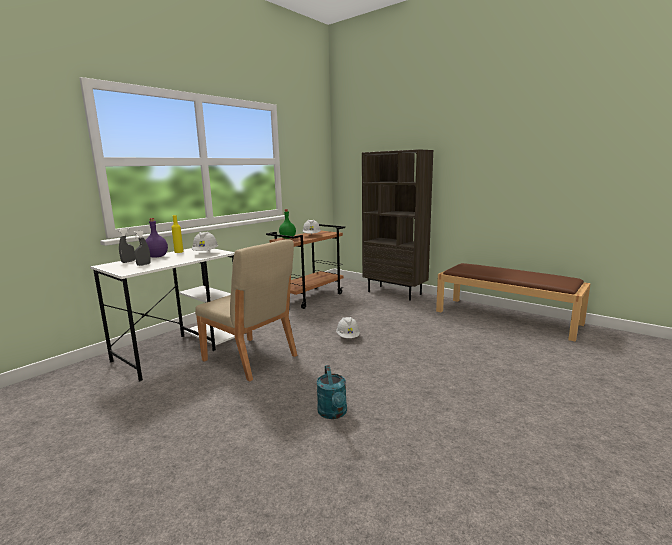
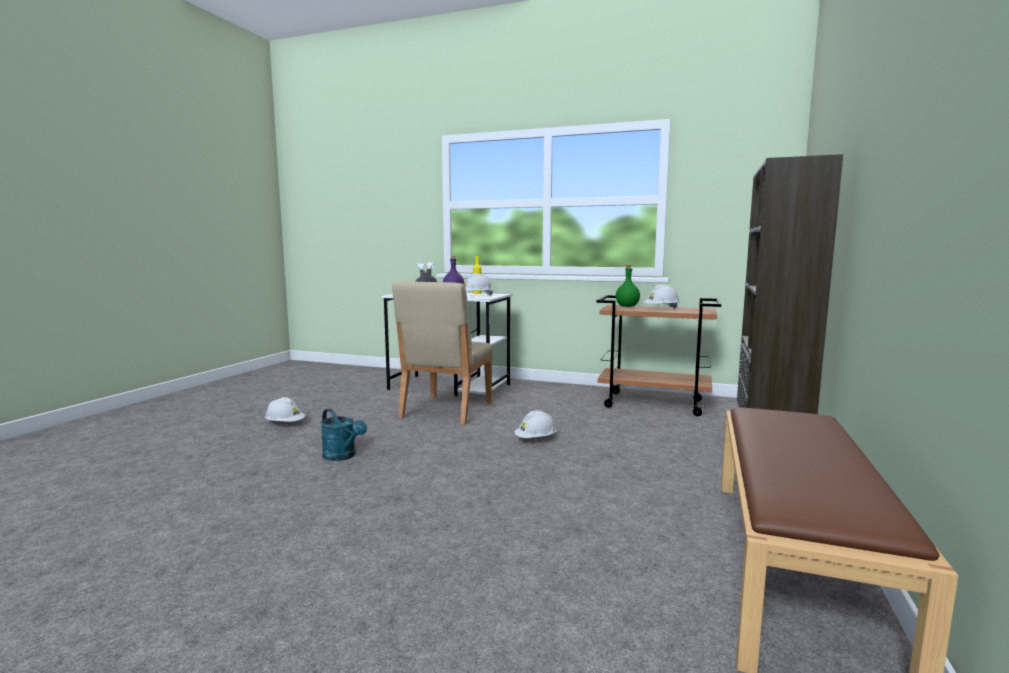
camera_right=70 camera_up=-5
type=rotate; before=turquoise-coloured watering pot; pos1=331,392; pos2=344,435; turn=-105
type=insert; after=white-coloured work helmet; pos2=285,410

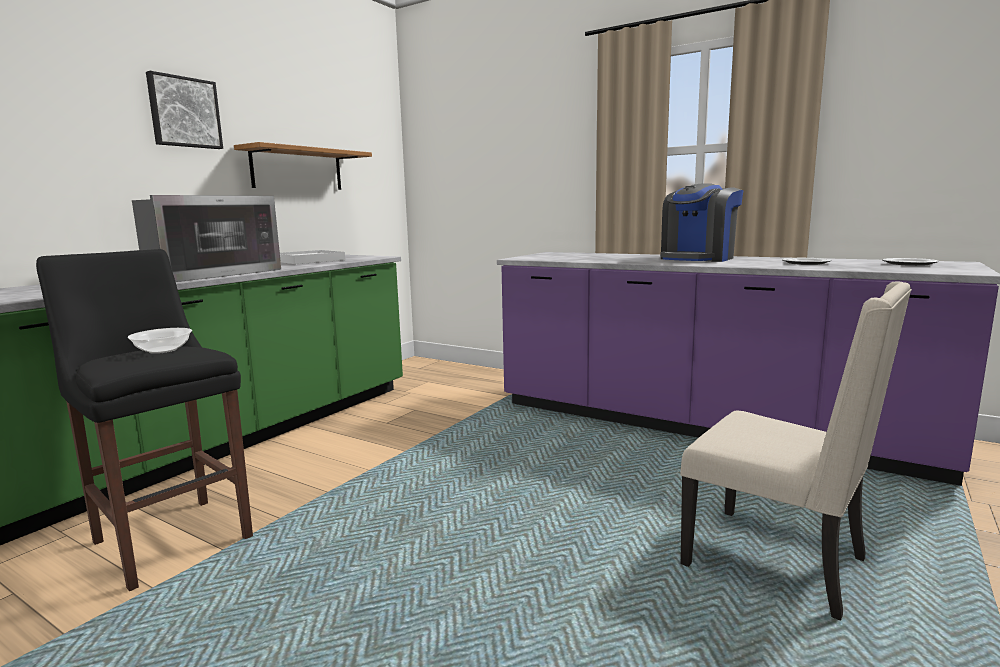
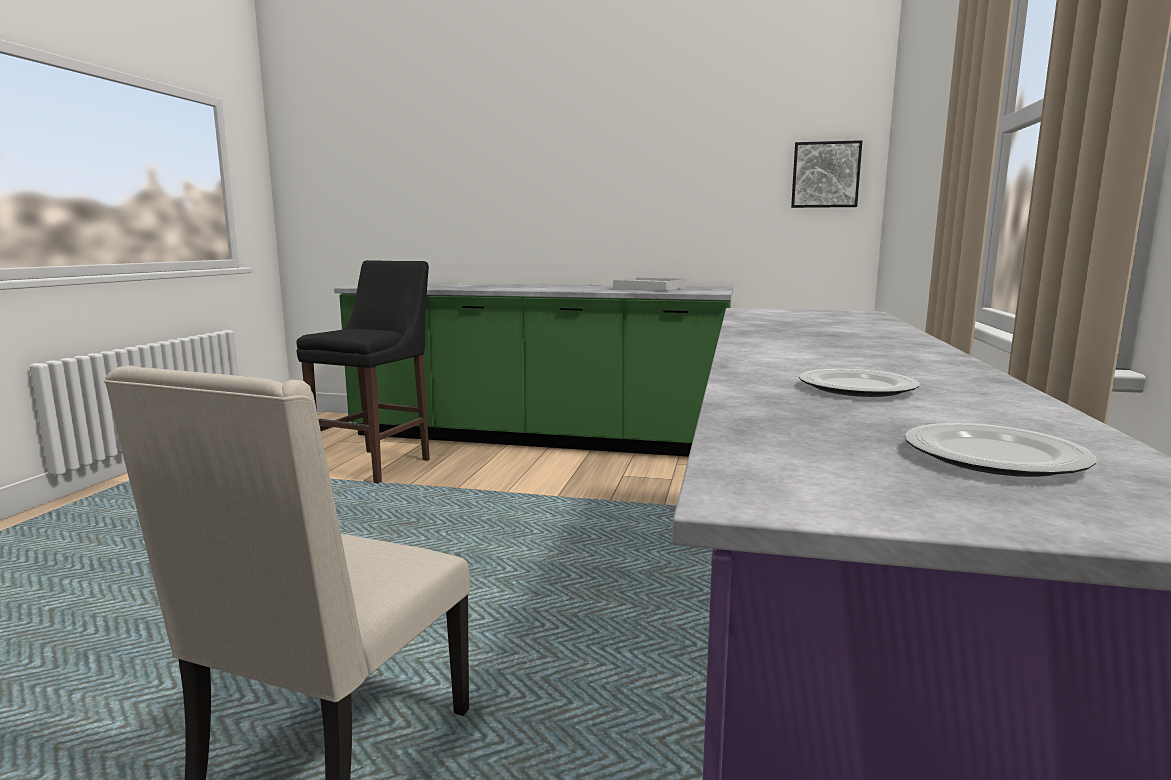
camera_right=70 camera_up=0
type=delete; before=serving bowl; pos1=160,341
type=delete; before=microwave oven; pos1=206,238
type=move; before=wall picture; pos1=184,110; pos2=826,174
type=delete; before=bracket shelf; pos1=303,166
type=delete; before=coffee brewer; pos1=702,222

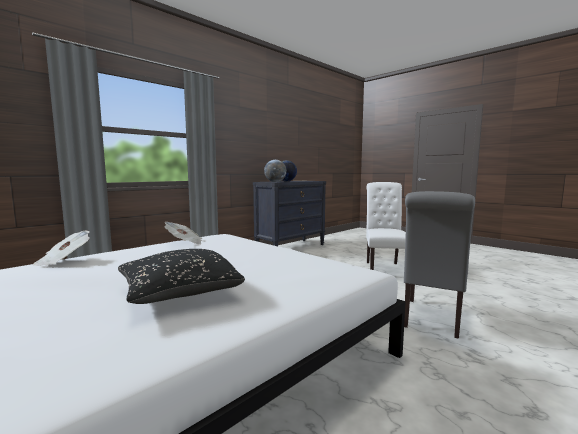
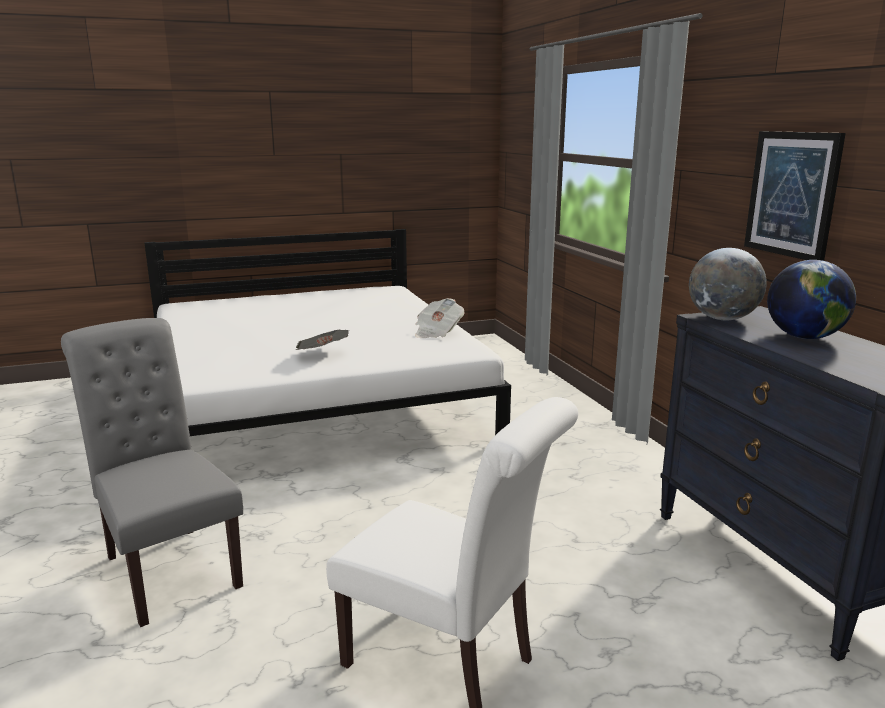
camera_right=115 camera_up=10
type=move; before=newspaper; pos1=61,248; pos2=322,340
type=delete; before=black-coloured cushion; pos1=181,276
type=insert; after=wall picture; pos2=795,196

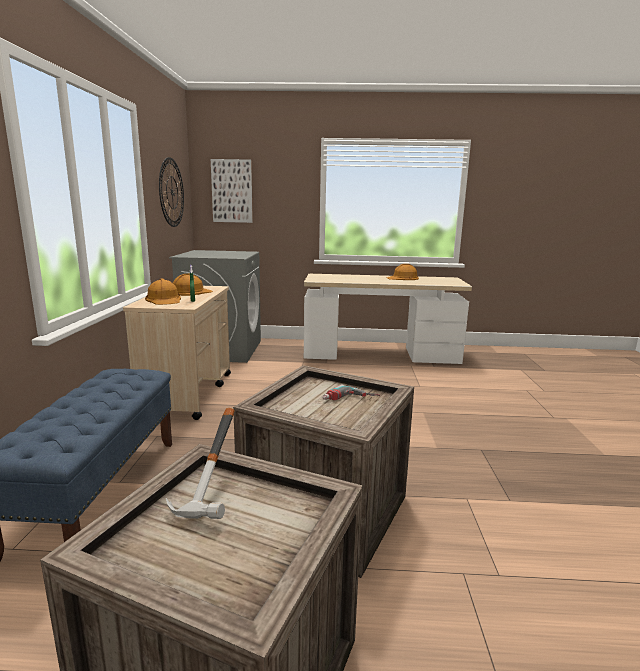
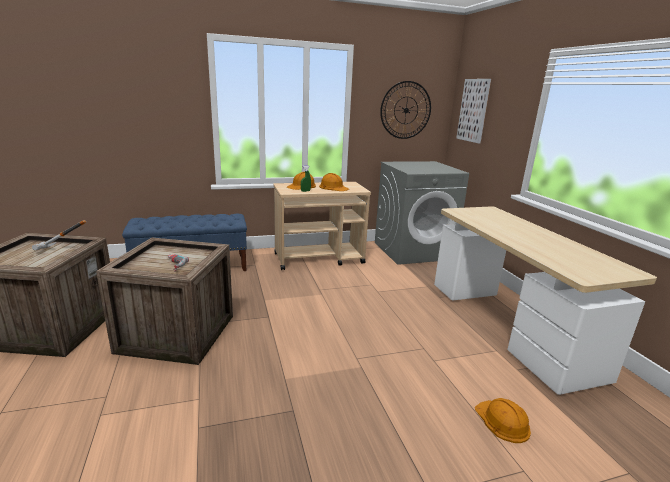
camera_right=70 camera_up=5
type=move; before=orange work helmet; pos1=402,272; pos2=503,420

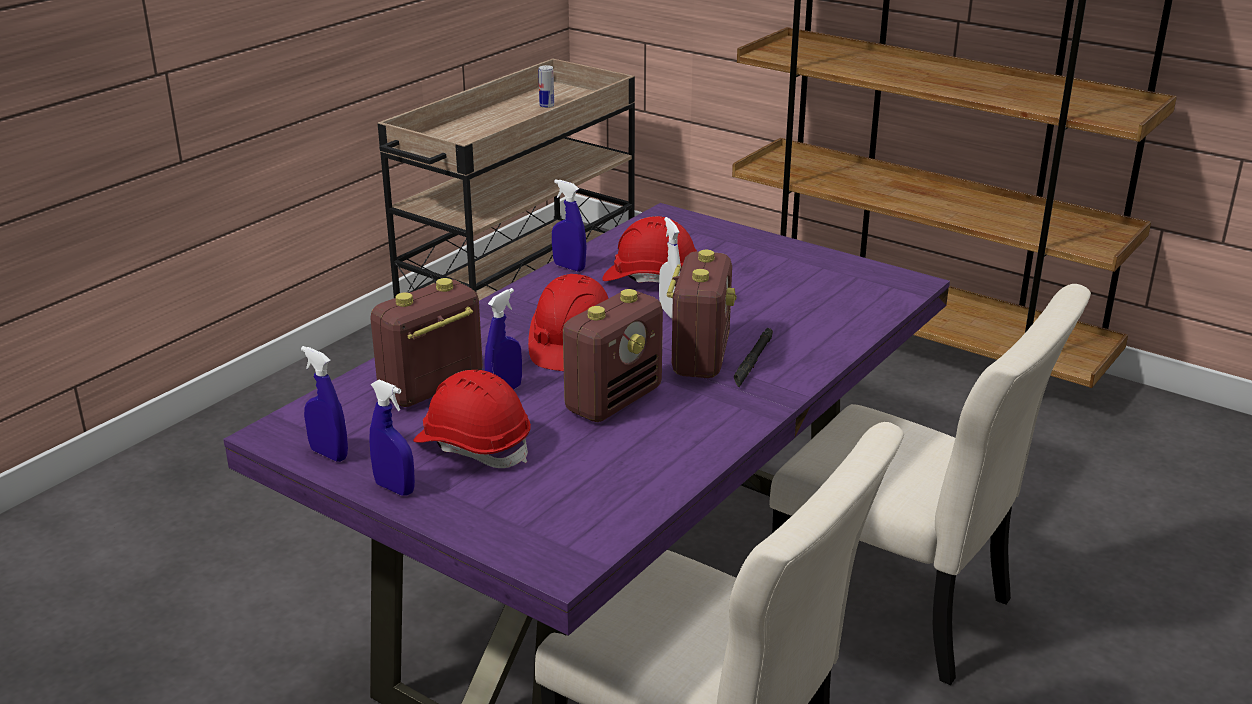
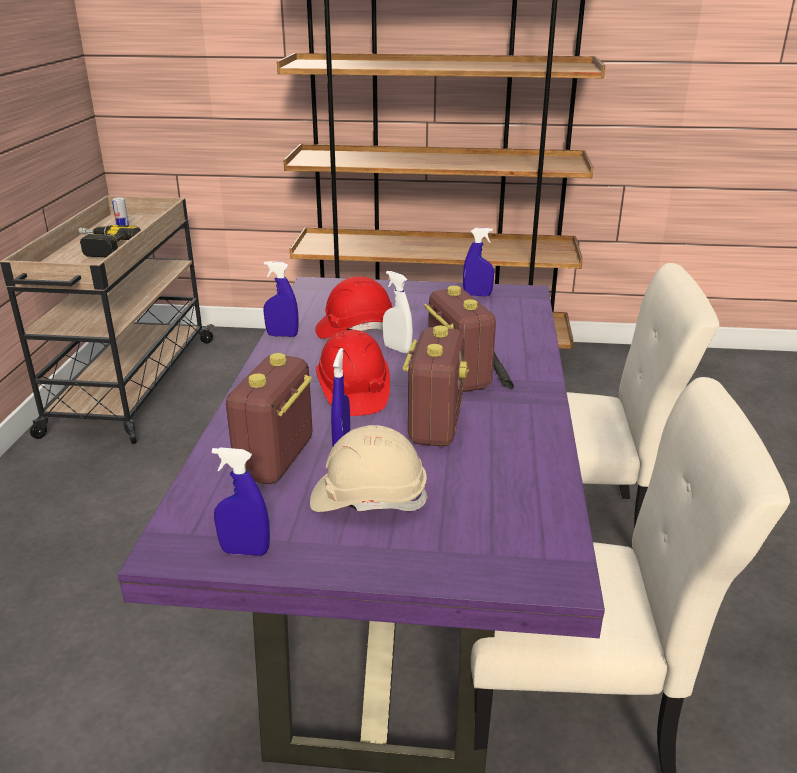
camera_right=-30 camera_up=0
type=move; before=blue spray bottle; pos1=392,438; pos2=478,262
type=recolor; before=red work helmet; after=beige-coloured work helmet; pos1=472,419; pos2=369,468
type=insert; after=electric drill; pos2=109,241

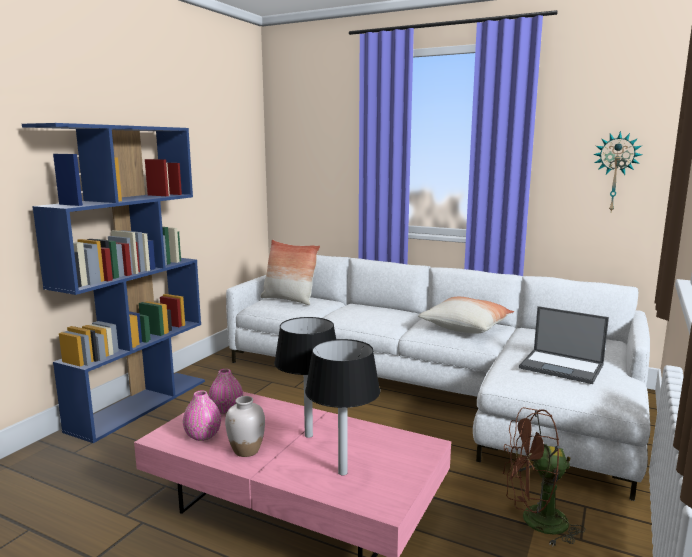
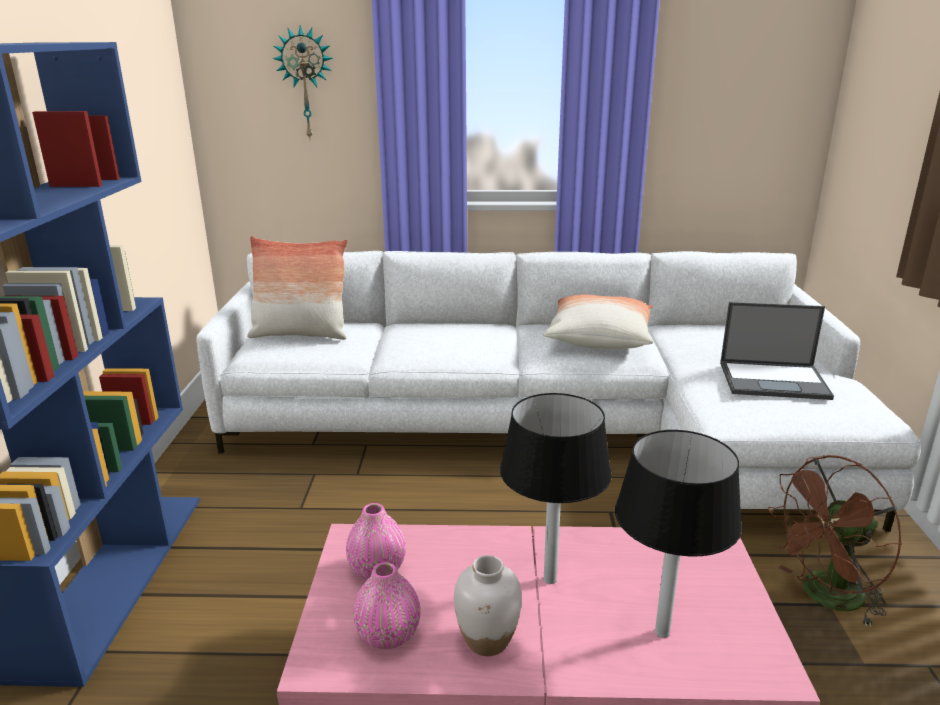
camera_right=-25 camera_up=10
type=move; before=hanging clock; pos1=617,171; pos2=303,82

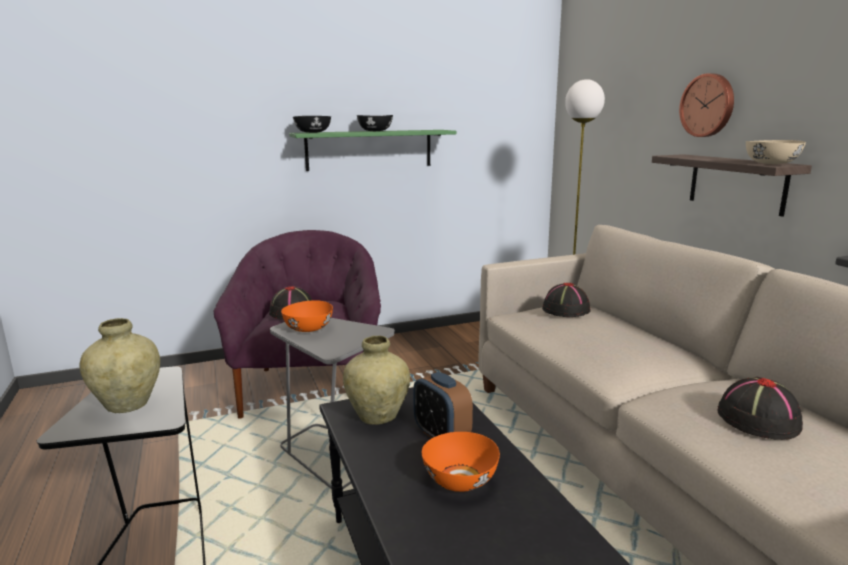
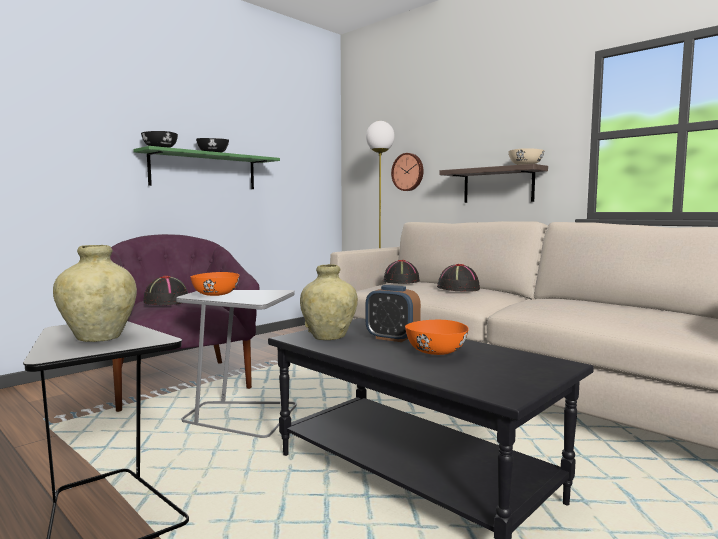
camera_right=-25 camera_up=-10
type=move; before=hanging clock; pos1=706,105; pos2=407,172
type=move; before=black-coloured clothing hat; pos1=760,408; pos2=458,278

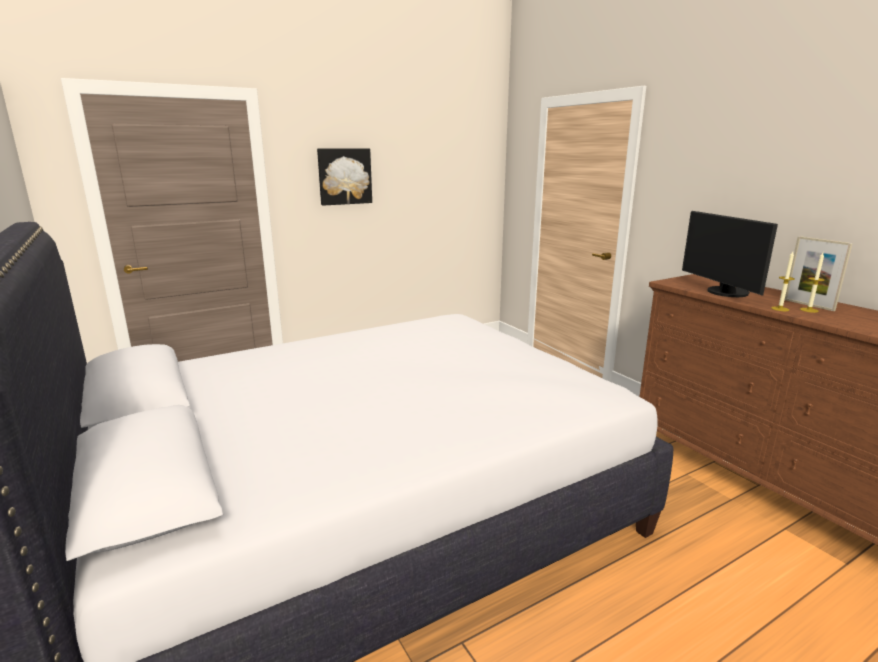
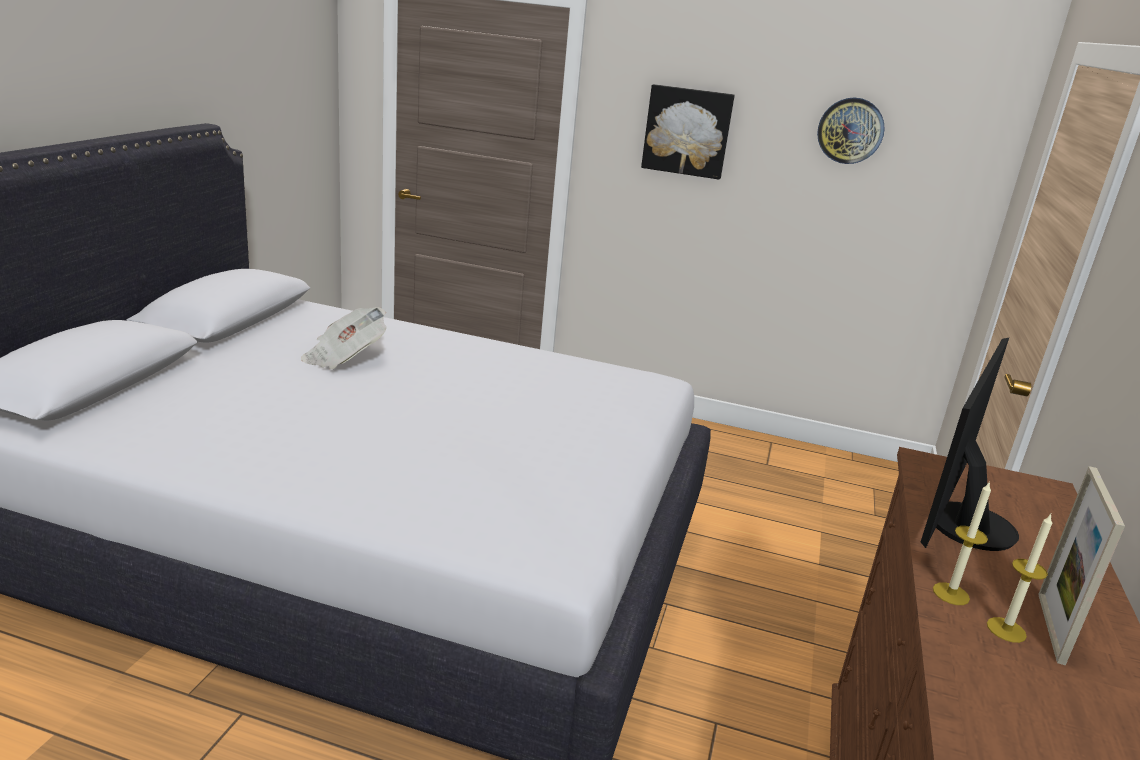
camera_right=45 camera_up=5
type=insert; after=newspaper; pos2=344,338
type=insert; after=hanging clock; pos2=851,131

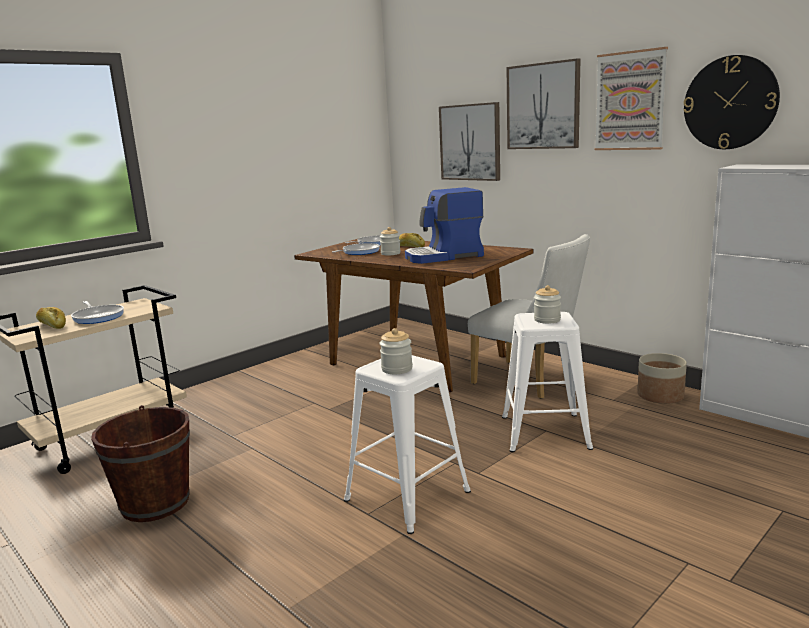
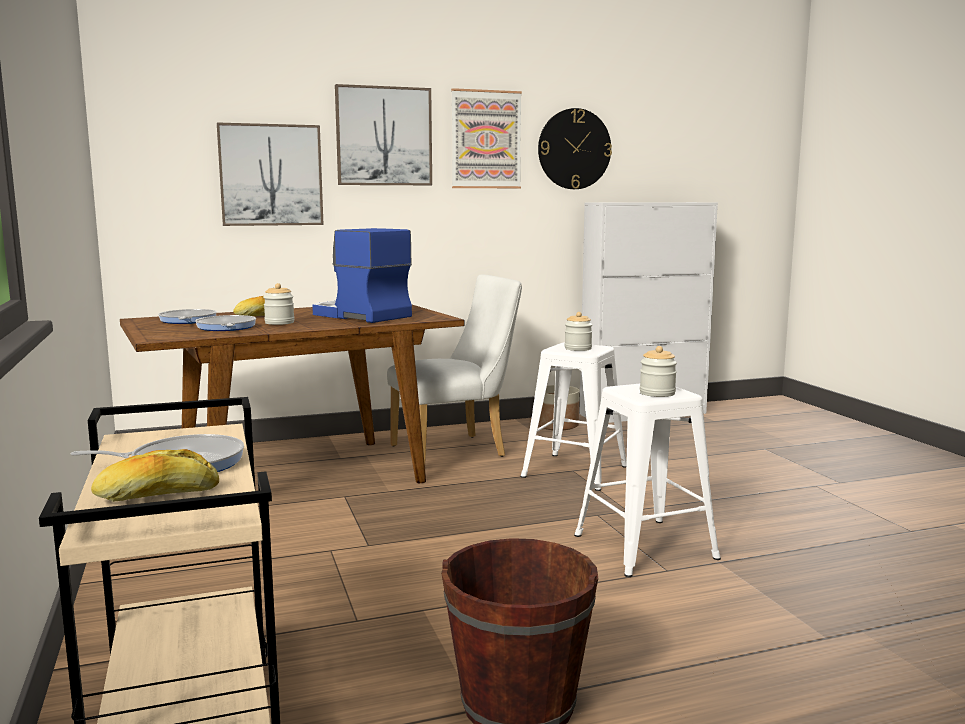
camera_right=-65 camera_up=-5
type=rotate; before=coffee brewer; pos1=444,225; pos2=362,275; turn=120

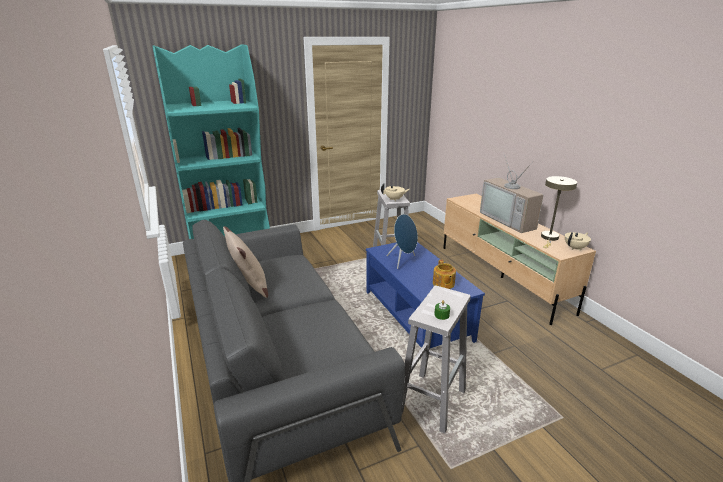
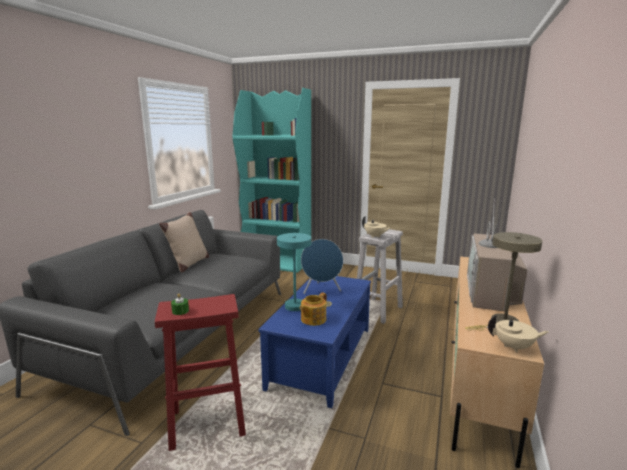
camera_right=45 camera_up=-10
type=recolor; before=white-coloured sitting stool; after=red sitting stool; pos1=436,359; pos2=200,372
type=insert; after=turquoise-coloured lamp for a table; pos2=304,272

